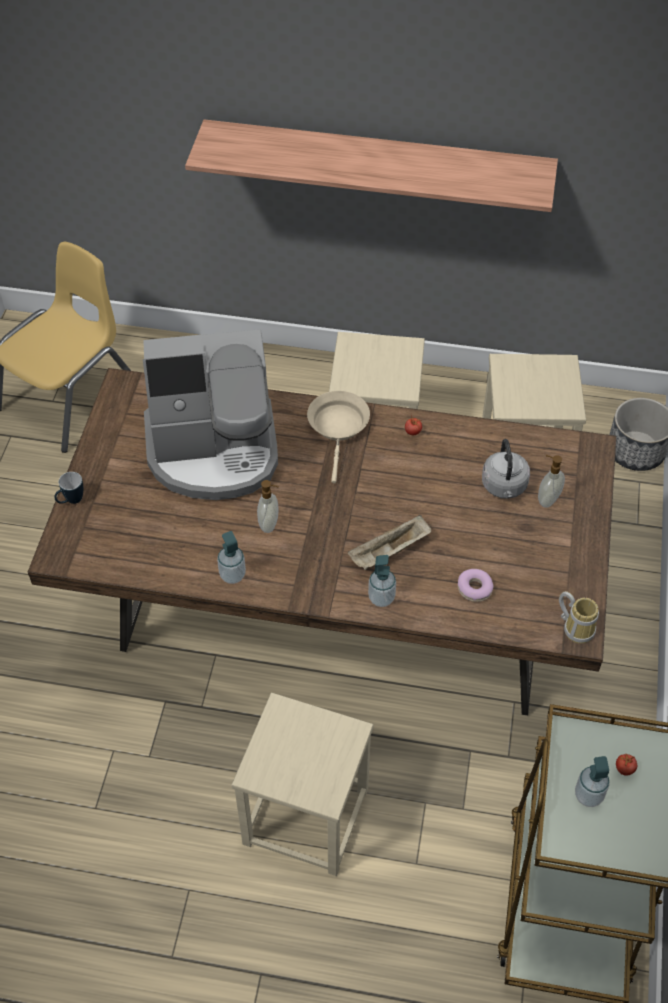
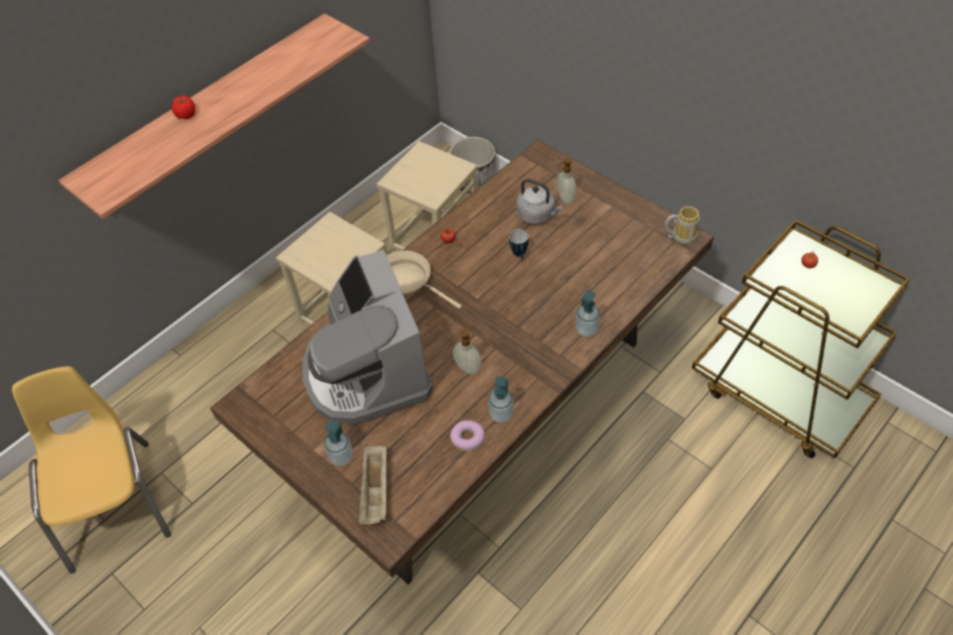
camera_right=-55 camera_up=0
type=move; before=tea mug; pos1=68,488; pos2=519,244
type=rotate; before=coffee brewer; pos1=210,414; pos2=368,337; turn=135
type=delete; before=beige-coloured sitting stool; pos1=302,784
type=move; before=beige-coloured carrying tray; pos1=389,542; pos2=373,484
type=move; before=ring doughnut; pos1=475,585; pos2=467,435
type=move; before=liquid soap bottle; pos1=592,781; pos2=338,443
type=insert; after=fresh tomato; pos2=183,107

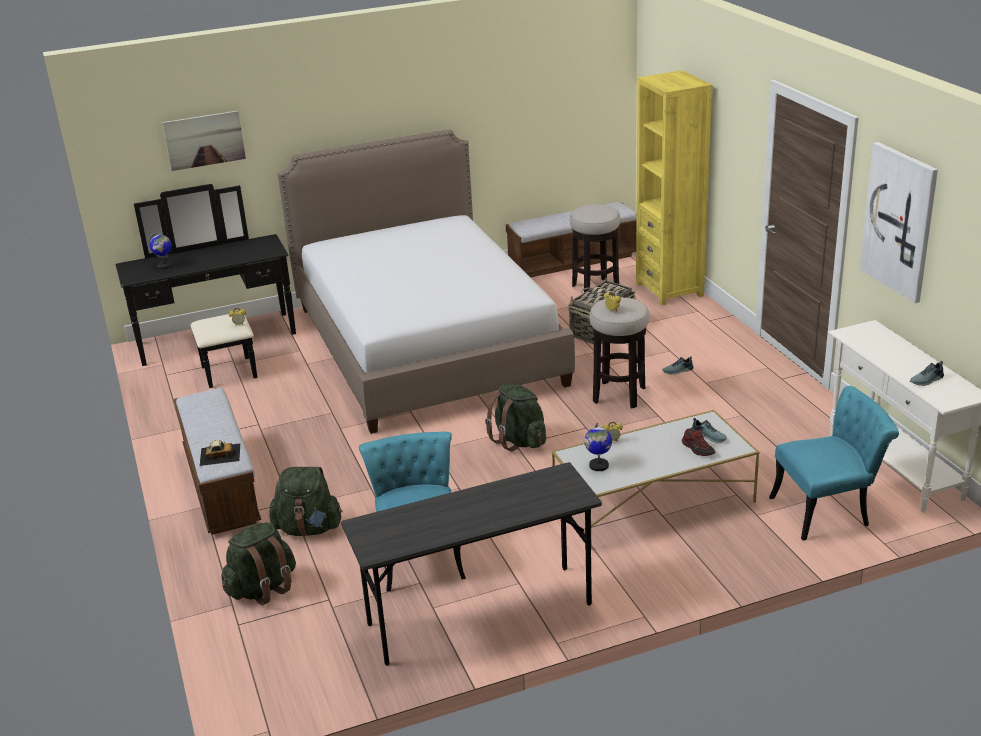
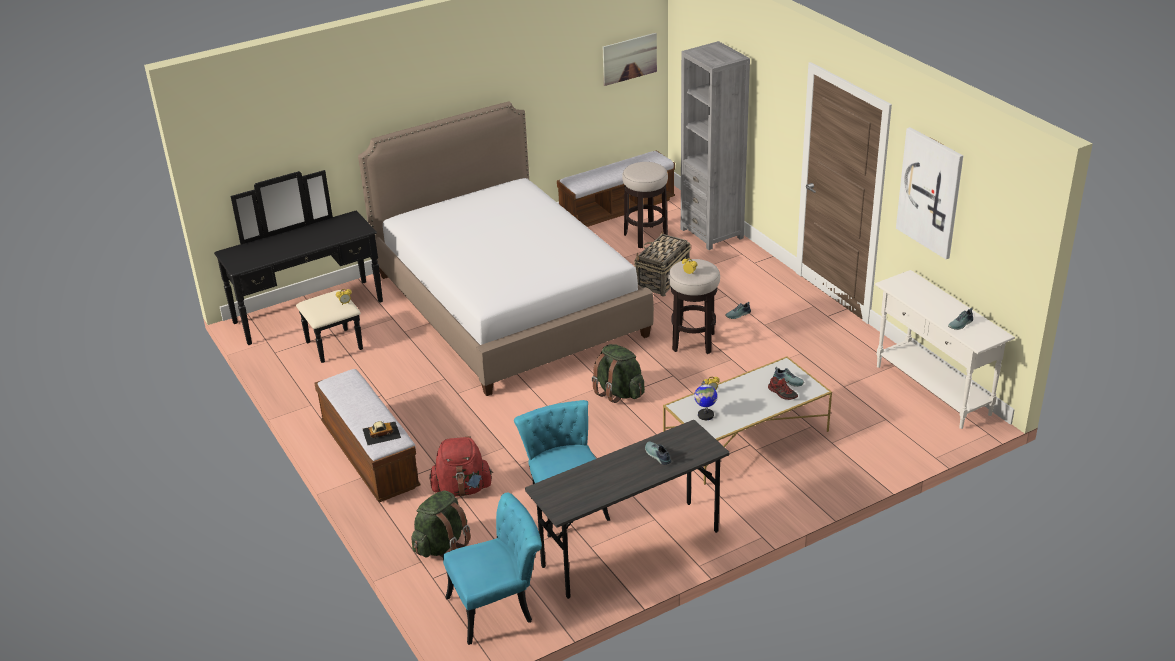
camera_right=-10 camera_up=5
type=delete; before=globe; pos1=160,251
type=move; before=wall picture; pos1=204,141; pos2=630,59
type=recolor; before=green rucksack; after=red rucksack; pos1=306,501; pos2=461,466
type=recolor; before=yellow-coloured shelving unit; after=grey shelving unit; pos1=674,187; pos2=715,145
type=move; before=turquoise-coloured plain chair; pos1=834,463; pos2=492,569
type=insert; after=item of footwear; pos2=658,453

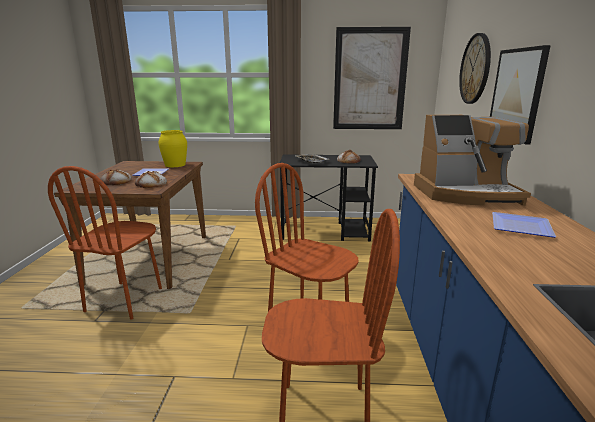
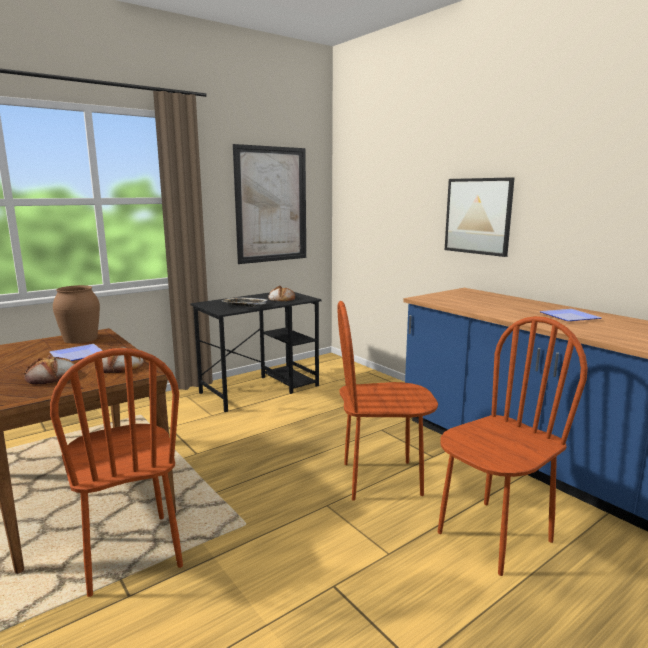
camera_right=-40 camera_up=-5
type=recolor; before=yellow-coloured decorative vase; after=brownish decorative vase; pos1=172,148; pos2=76,314
type=delete; before=coffee brewer; pos1=472,160
type=delete; before=hanging clock; pos1=475,68

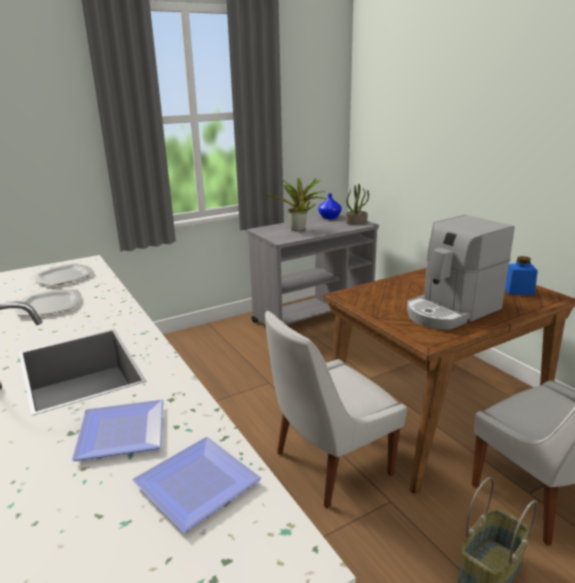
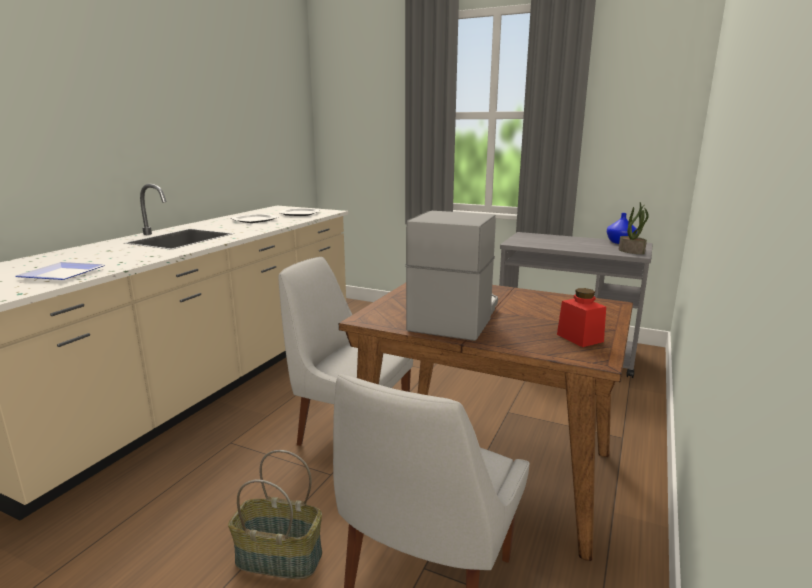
camera_right=55 camera_up=-5
type=delete; before=plate; pos1=117,430
type=delete; before=houseplant; pos1=296,204
type=rotate; before=coffee brewer; pos1=460,272; pos2=451,276; turn=90
type=recolor; before=blue preserve jar; after=red preserve jar; pos1=521,275; pos2=581,317

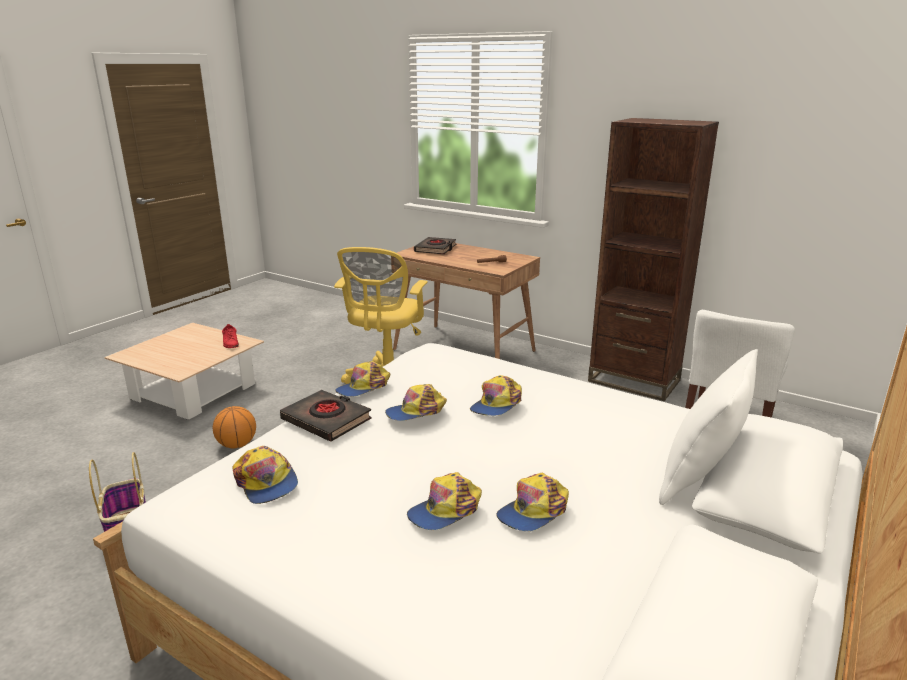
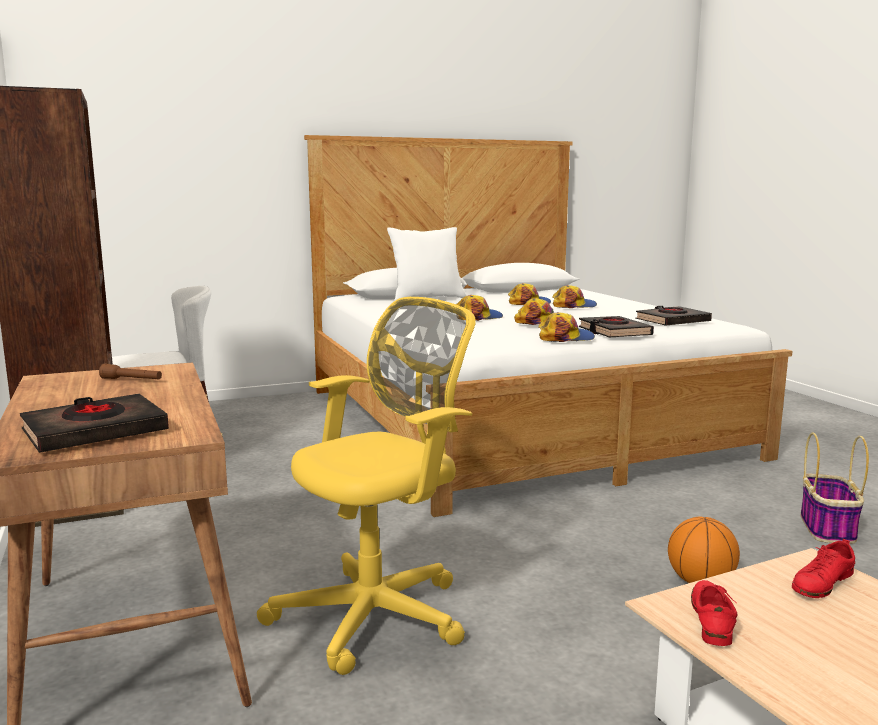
camera_right=-145 camera_up=-10
type=replace; before=peaked cap; after=black-coloured bound book; pos1=265,475; pos2=674,316
type=insert; after=red item of footwear; pos2=823,568

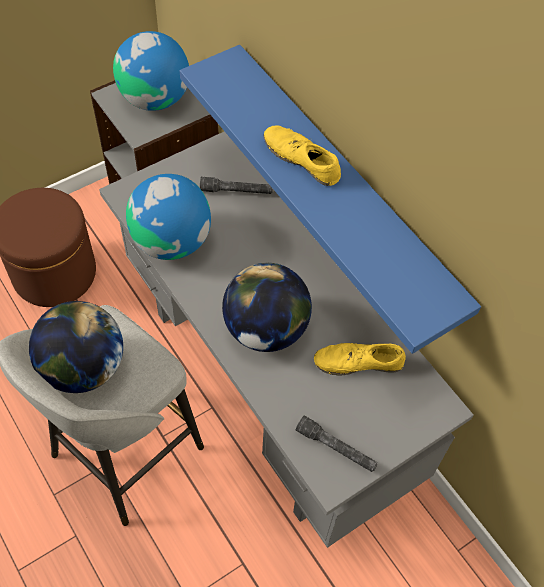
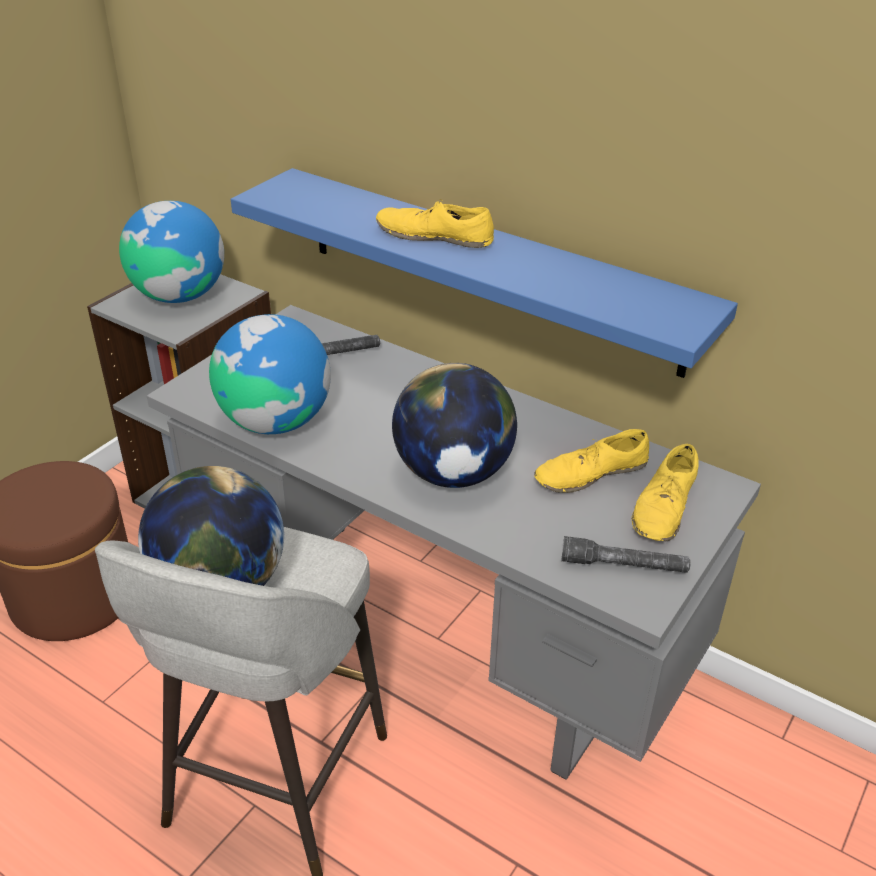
camera_right=-20 camera_up=-20
type=insert; after=yellow-coloured item of footwear; pos2=665,492

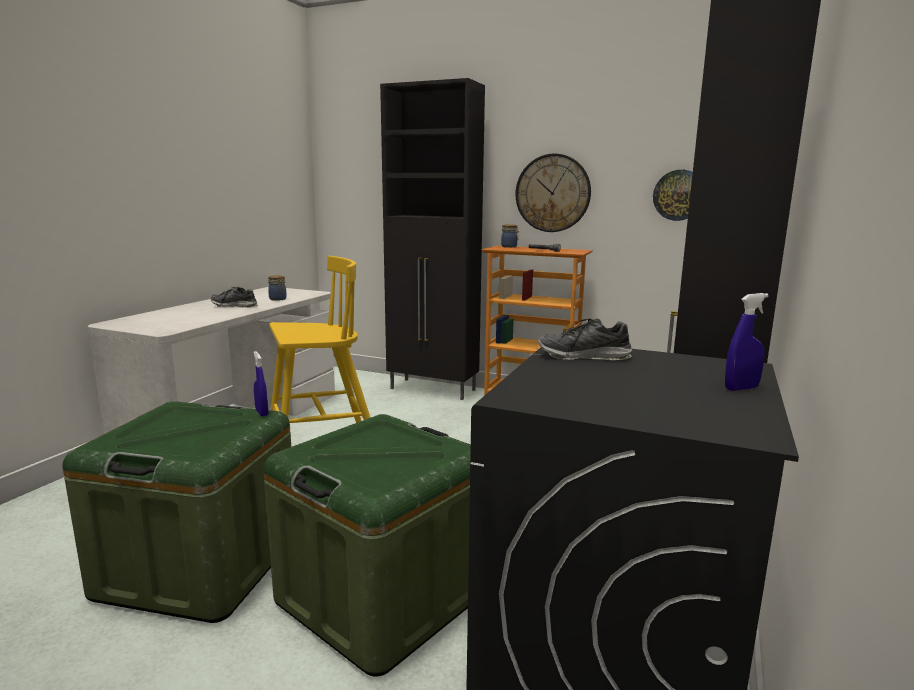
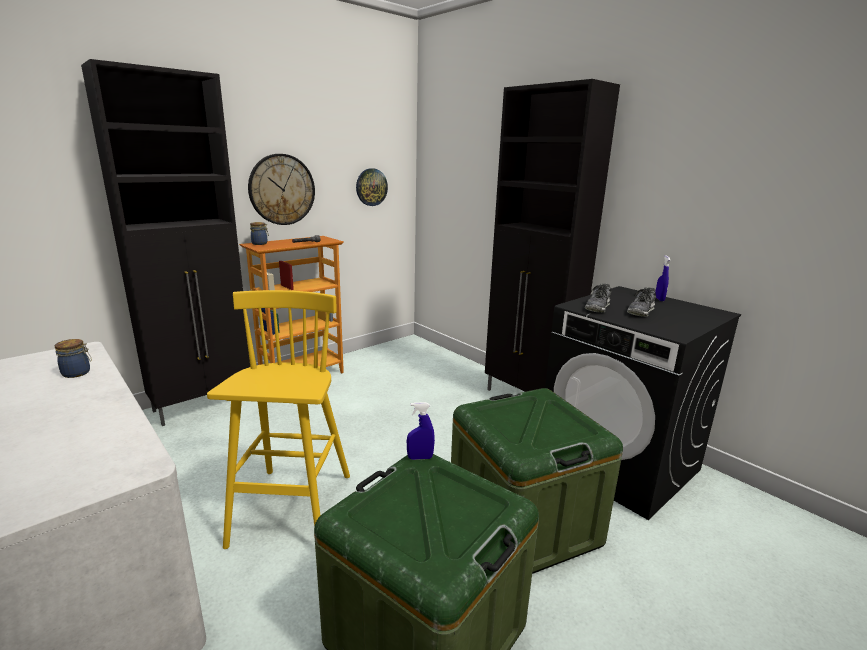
camera_right=-65 camera_up=5
type=move; before=item of footwear; pos1=234,297; pos2=641,302

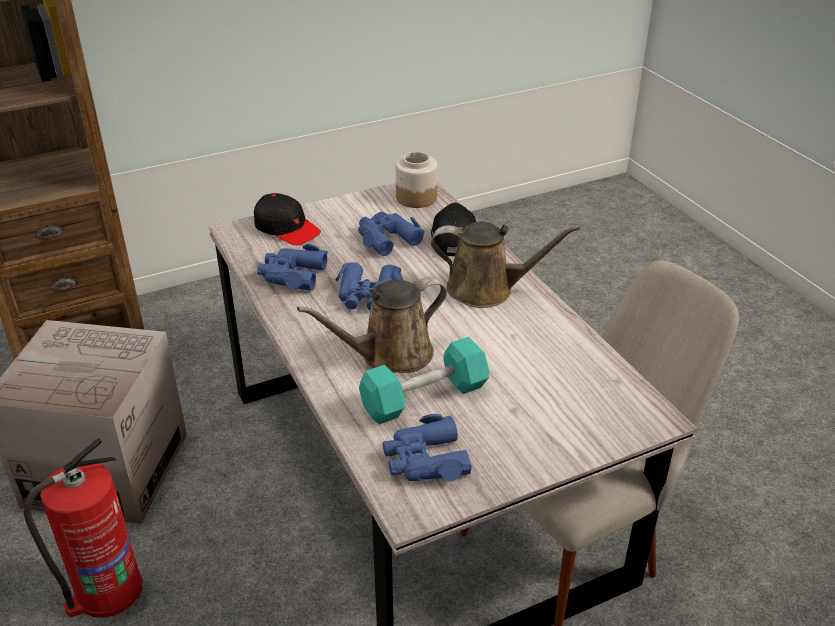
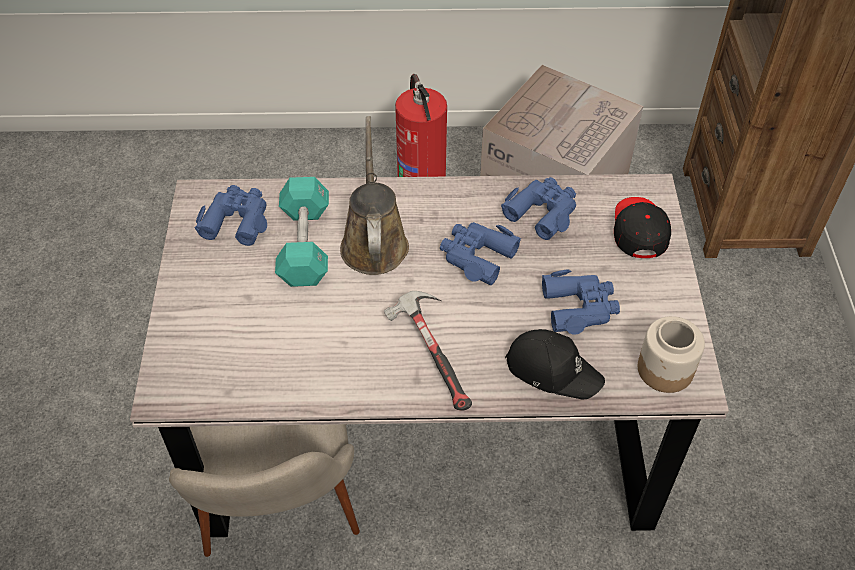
camera_right=115 camera_up=15
type=rotate; before=black-coloured peaked cap; pos1=287,219; pos2=642,227; turn=120
type=replace; before=brownish watering pot; after=hammer; pos1=505,265; pos2=428,351

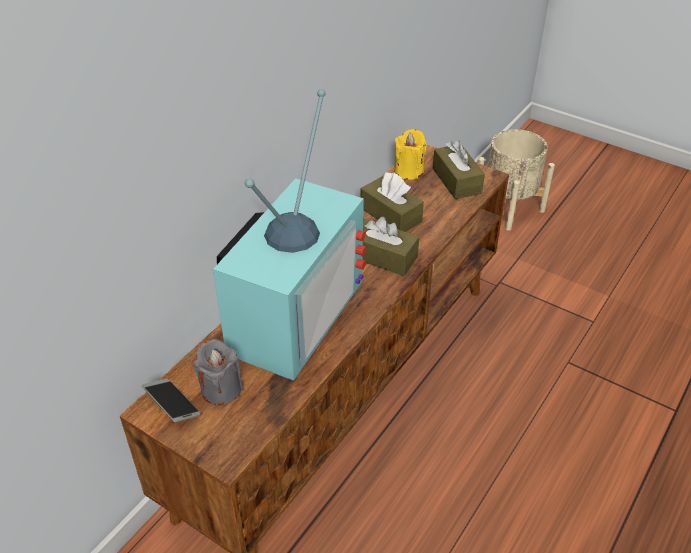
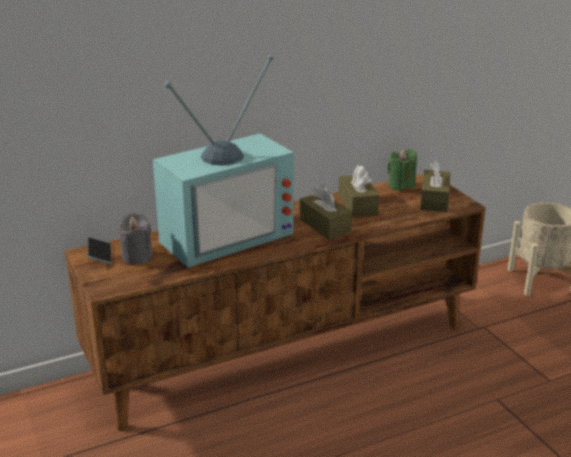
camera_right=30 camera_up=-15
type=recolor; before=yellow-coloured candle; after=green candle; pos1=410,154; pos2=402,170

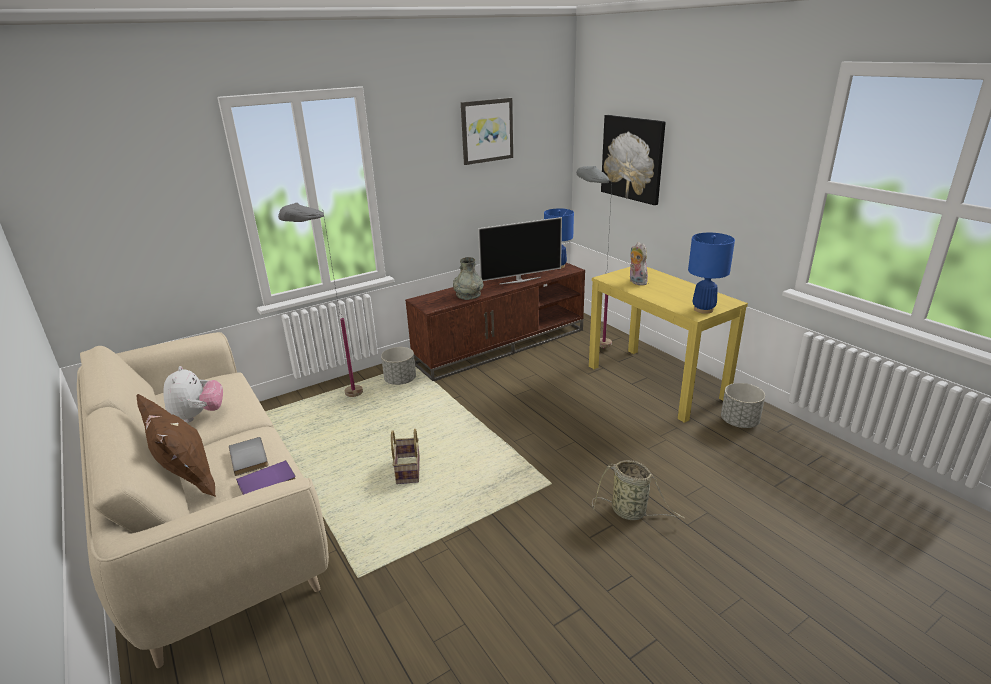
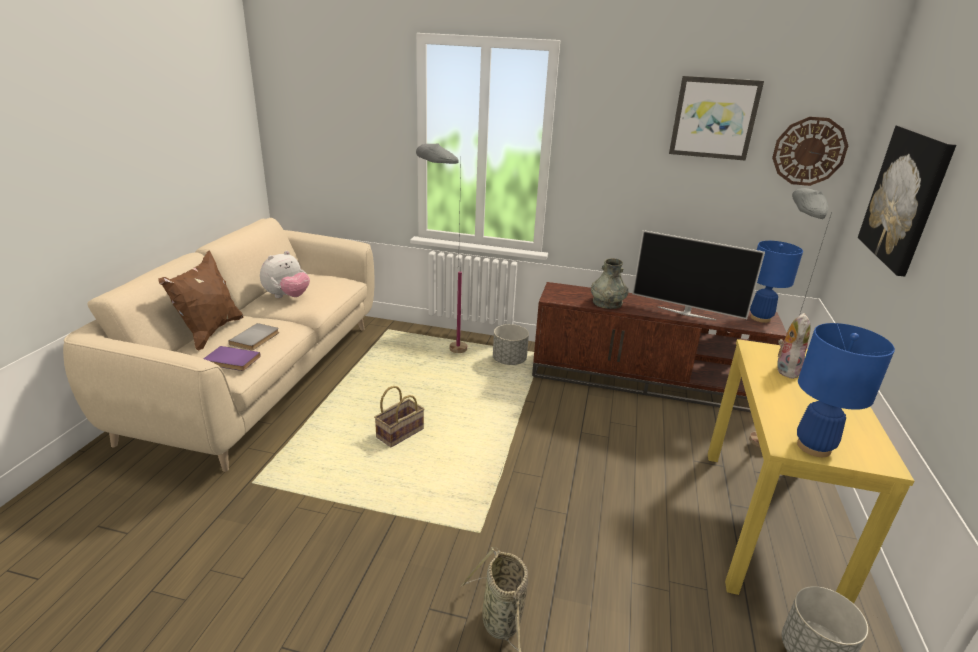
camera_right=45 camera_up=0
type=insert; after=hanging clock; pos2=810,151

